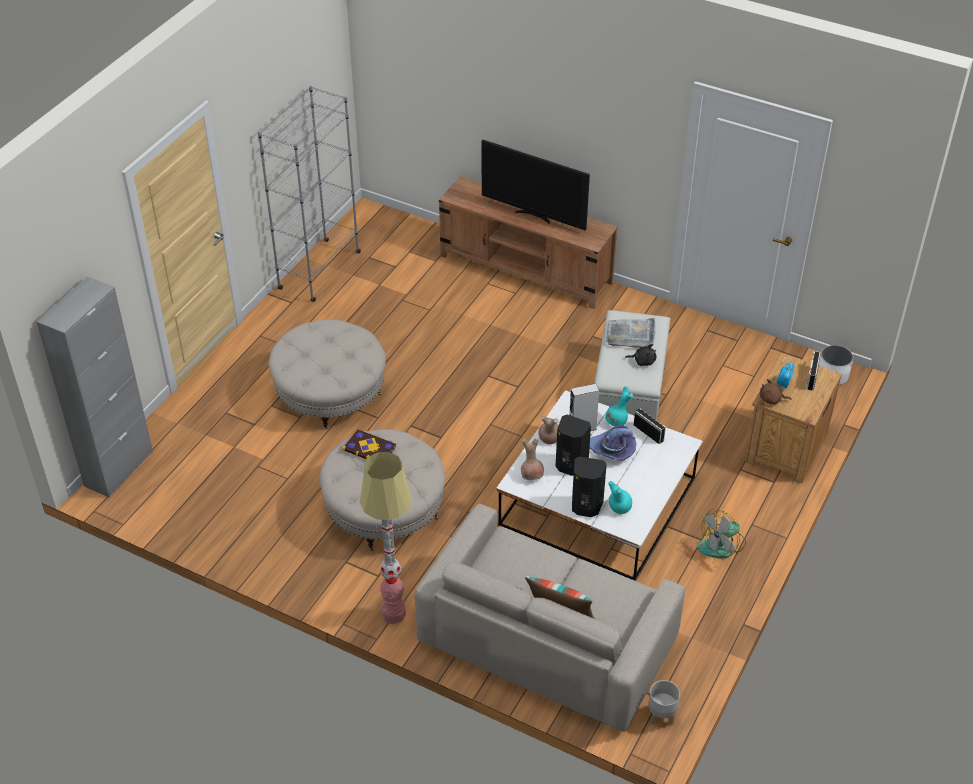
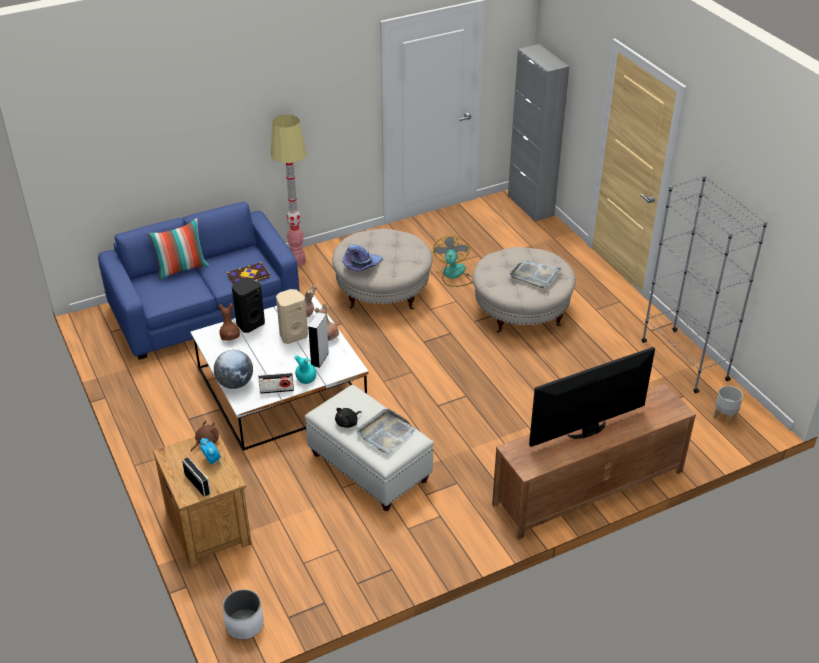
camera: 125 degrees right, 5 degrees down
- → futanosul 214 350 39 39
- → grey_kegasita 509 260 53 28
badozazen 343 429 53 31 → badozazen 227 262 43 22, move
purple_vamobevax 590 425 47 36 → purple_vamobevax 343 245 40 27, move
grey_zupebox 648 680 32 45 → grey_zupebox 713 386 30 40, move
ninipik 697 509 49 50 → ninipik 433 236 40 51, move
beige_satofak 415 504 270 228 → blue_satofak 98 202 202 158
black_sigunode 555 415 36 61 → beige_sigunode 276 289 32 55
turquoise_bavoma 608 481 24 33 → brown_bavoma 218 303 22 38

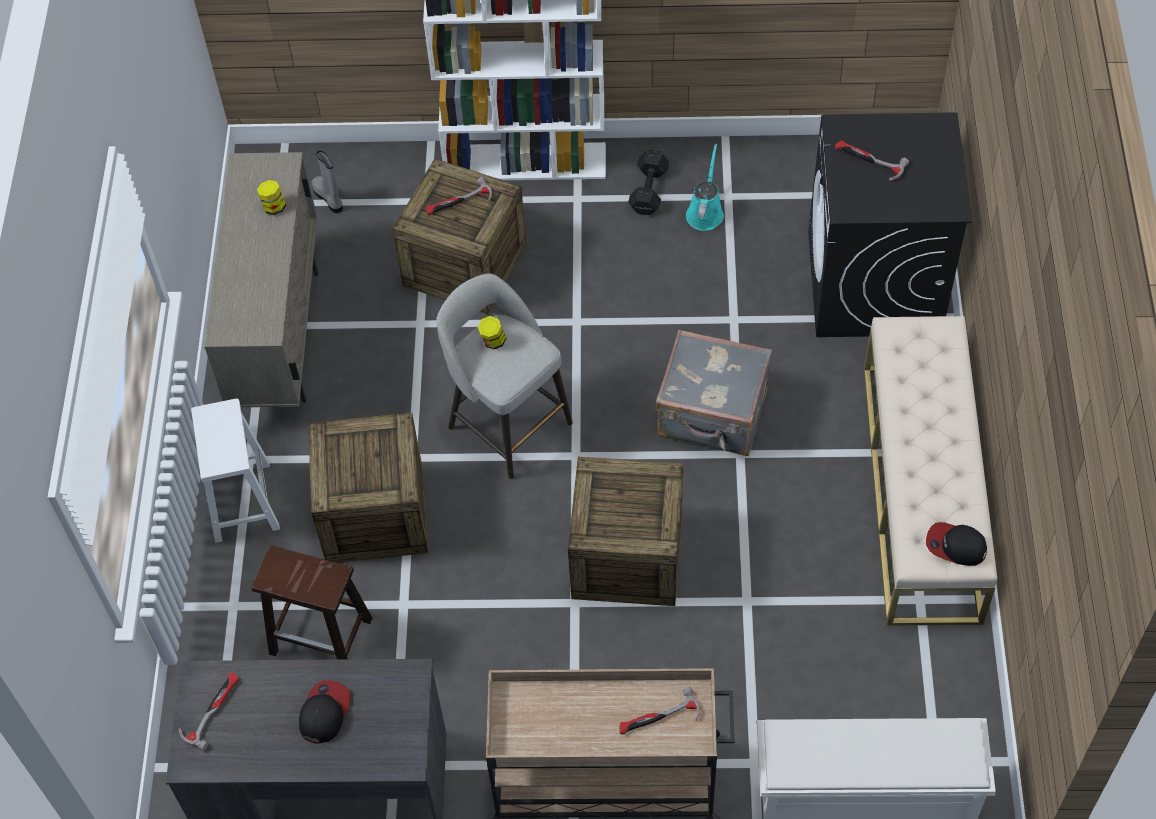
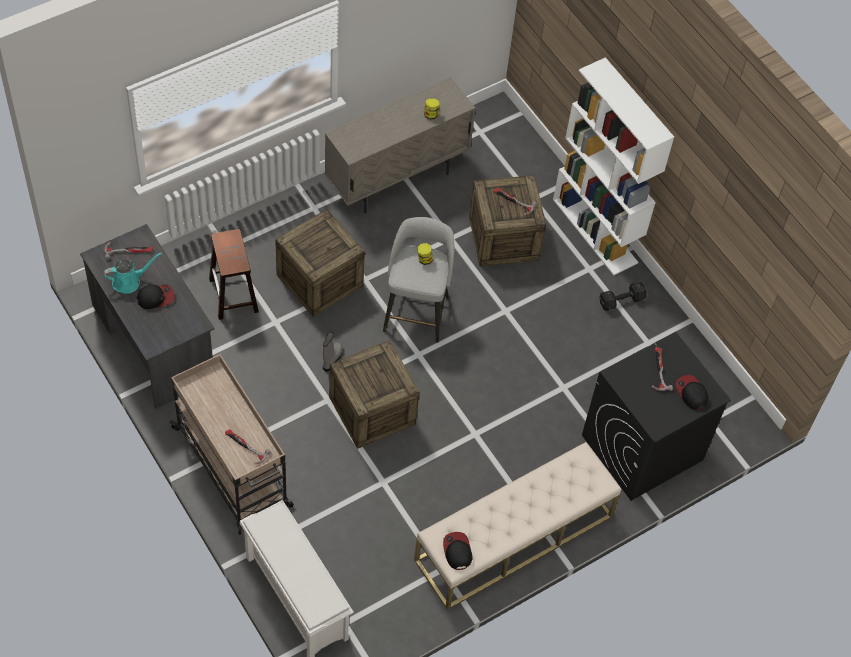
camera: 50 degrees right, 0 degrees up
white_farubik 191 399 89 144 → -
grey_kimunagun 655 330 117 126 → -
- → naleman 676 375 33 35
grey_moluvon 311 151 32 62 → grey_moluvon 323 332 19 40, move
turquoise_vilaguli 686 144 38 87 → turquoise_vilaguli 103 253 59 41, move

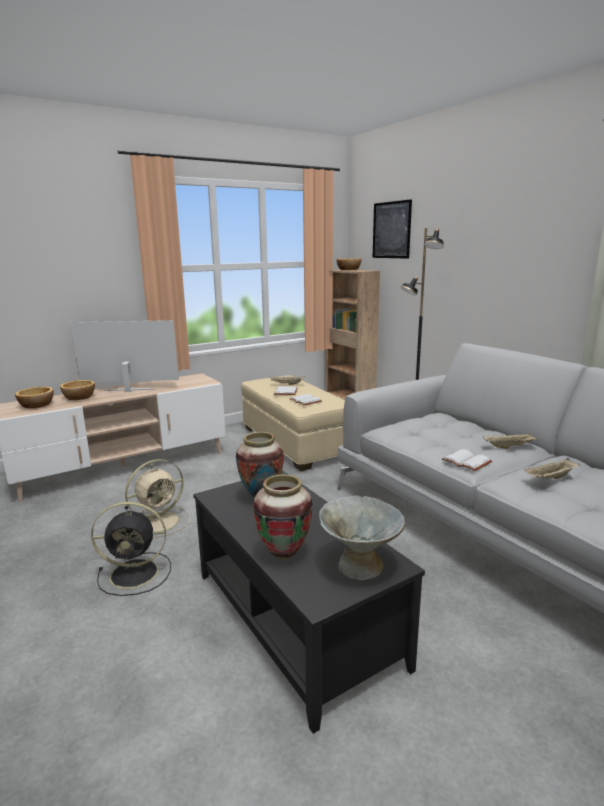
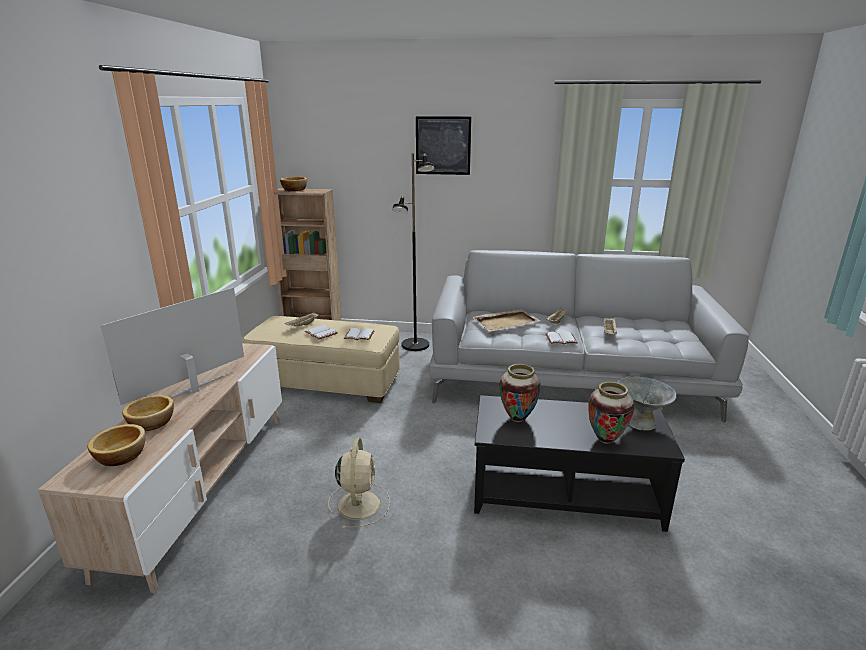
camera: 50 degrees left, 5 degrees up
black_ninipik 91 502 80 94 → -
- → beige_kegasita 472 309 68 23
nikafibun 373 199 39 60 → nikafibun 416 116 55 59, move

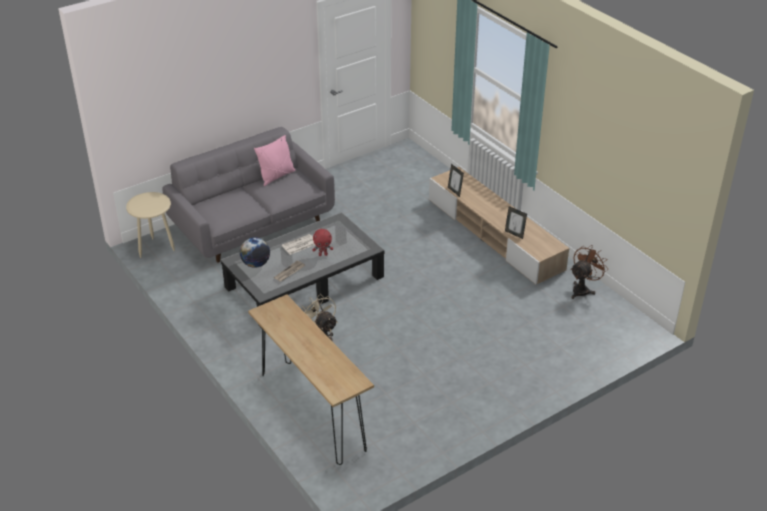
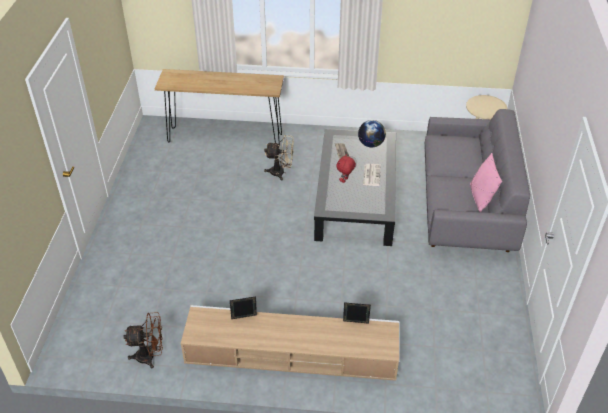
camera: 130 degrees right, 5 degrees up
brown_ninipik 571 245 37 54 → brown_ninipik 123 312 40 56, 90 degrees counterclockwise

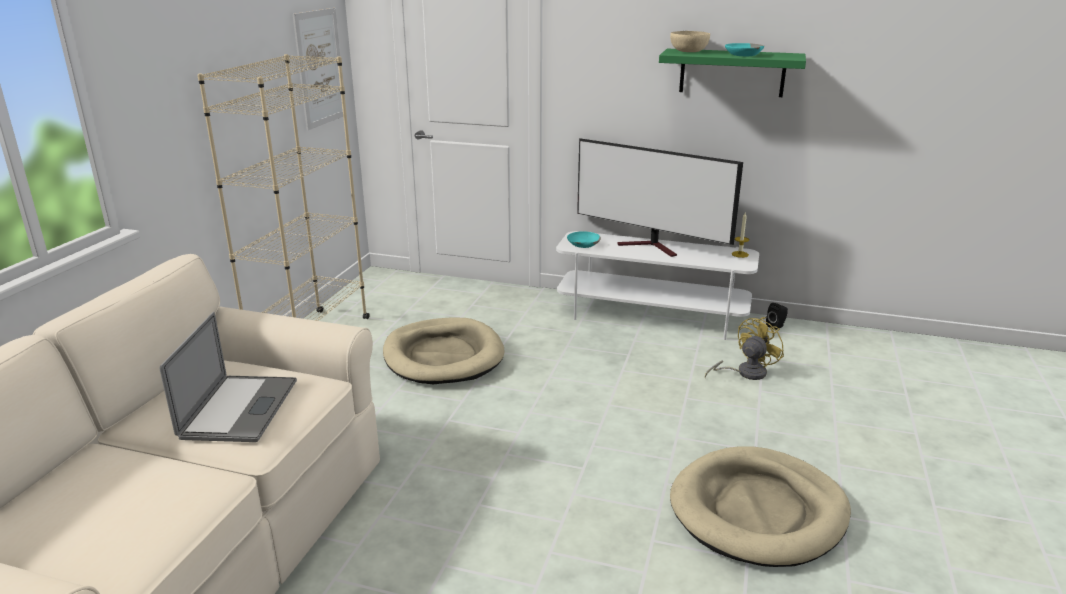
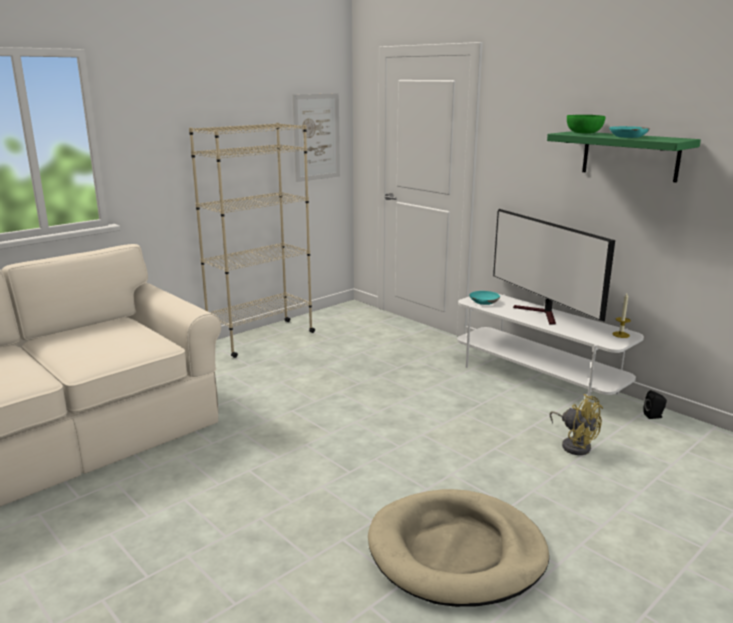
camera: 30 degrees right, 5 degrees down
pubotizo 160 312 137 130 → -
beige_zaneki 383 317 122 67 → -
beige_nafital 670 31 40 21 → green_nafital 567 115 38 19
yellow_ninipik 705 317 79 63 → yellow_ninipik 550 394 53 61, 60 degrees clockwise

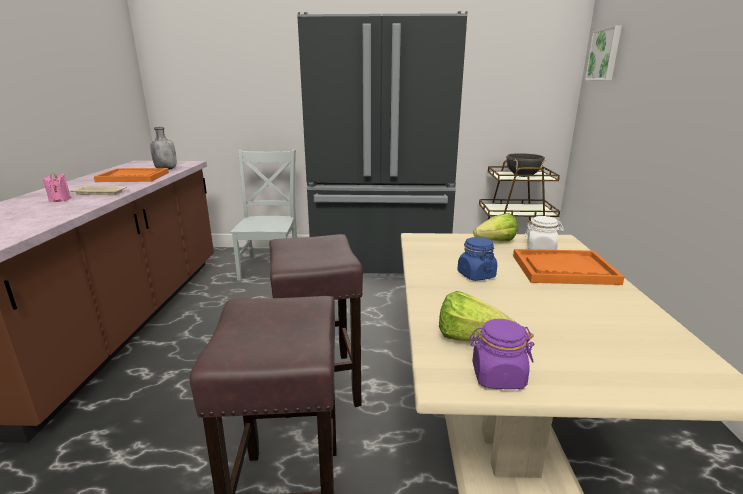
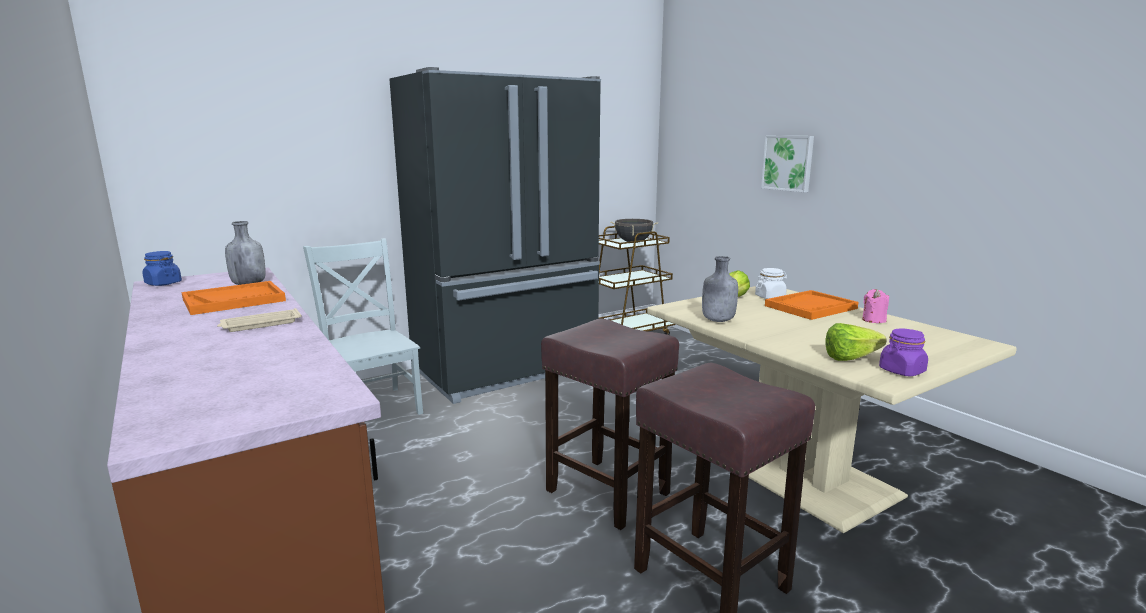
camera: 35 degrees left, 5 degrees down
- → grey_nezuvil 702 256 36 66
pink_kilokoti 43 172 28 30 → pink_kilokoti 862 289 27 34, move
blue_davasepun 457 237 40 44 → blue_davasepun 143 251 39 35, move
nikafibun 585 26 37 54 → nikafibun 761 136 53 56, move

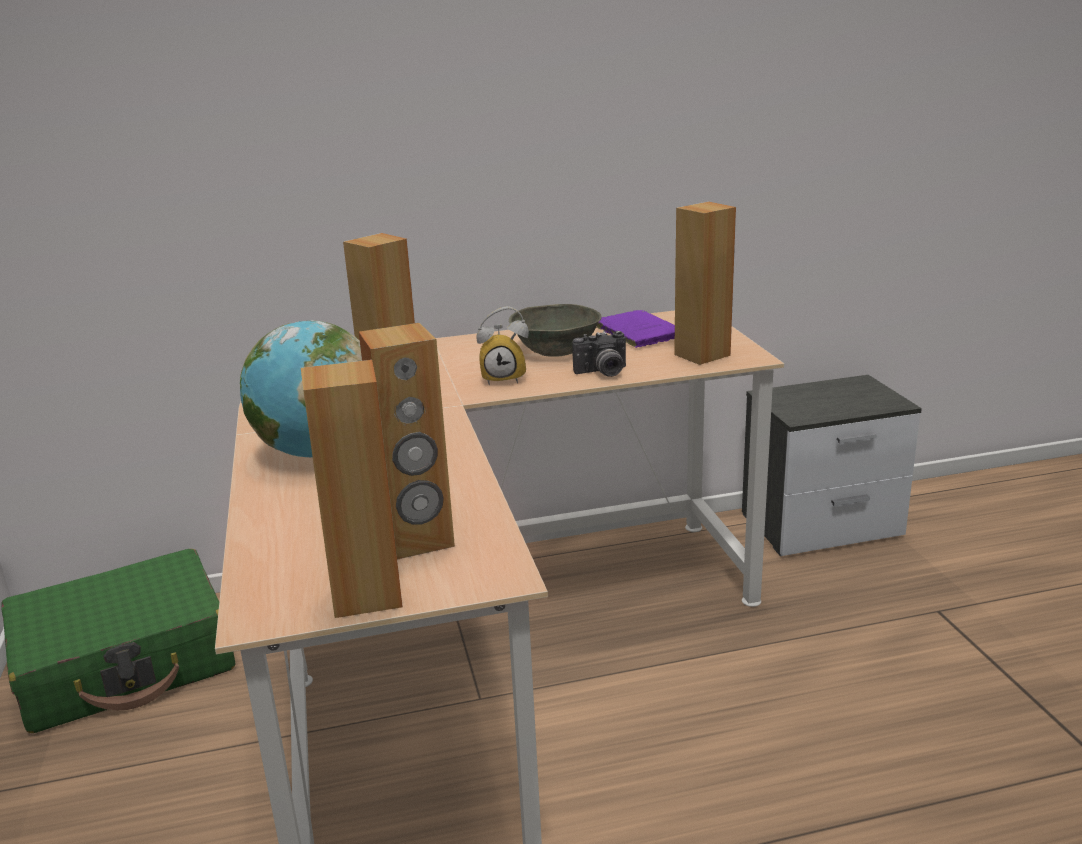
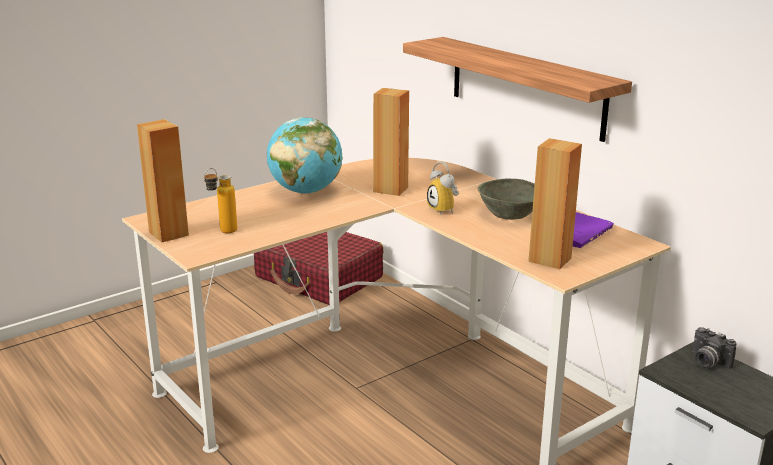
camera: 65 degrees right, 0 degrees up
- → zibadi 403 37 229 105
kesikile 572 331 54 46 → kesikile 693 327 44 42, move
brown_sigunode 359 323 96 237 → nezuvil 204 168 33 65
green_kimunagun 1 549 235 184 → red_kimunagun 253 232 130 73

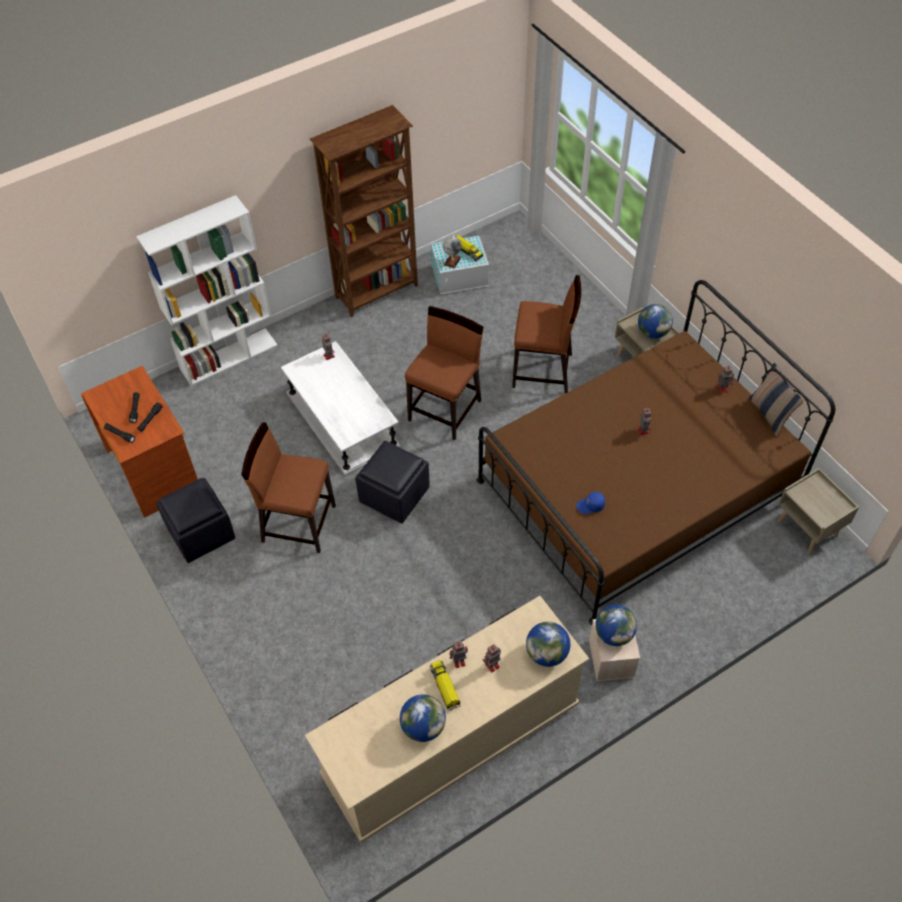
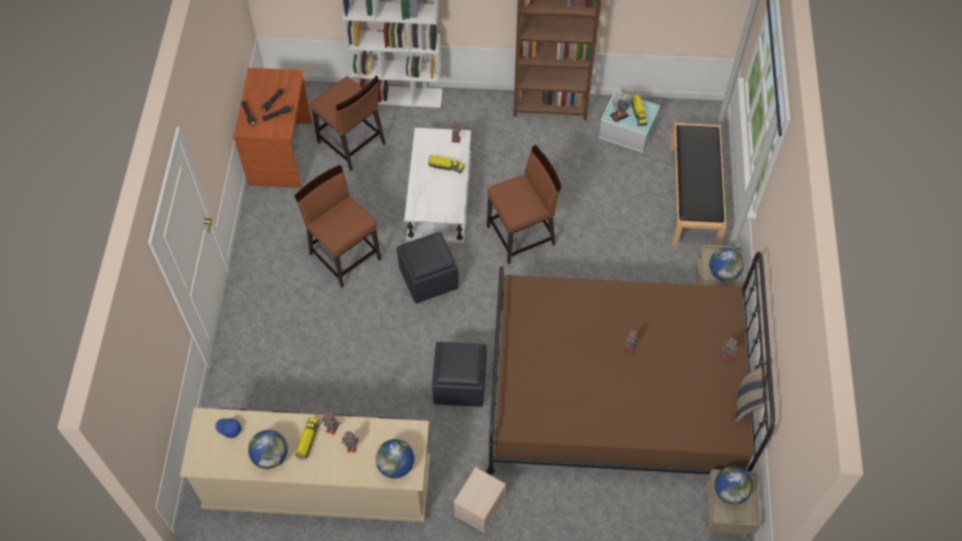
camera: 35 degrees right, 5 degrees up
- → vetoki 428 155 36 18
- → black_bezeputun 669 123 57 124
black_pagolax 156 478 79 85 → black_pagolax 432 342 54 65, move
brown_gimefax 512 275 69 118 → brown_gimefax 310 76 76 95, move
blue_naleman 576 492 29 22 → blue_naleman 215 418 26 20, move
futanosul 596 605 41 41 → futanosul 714 466 39 39, move

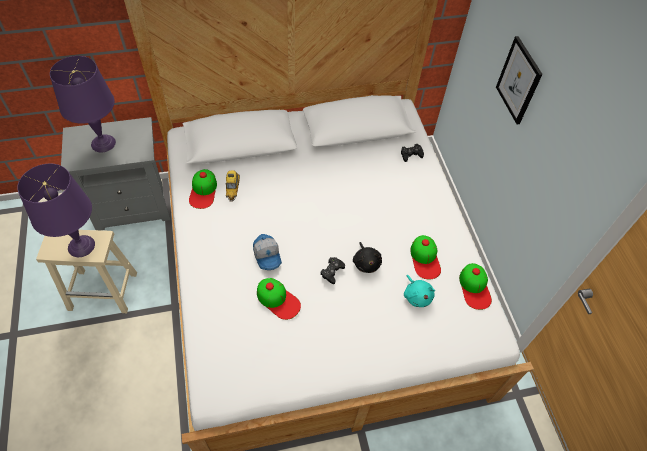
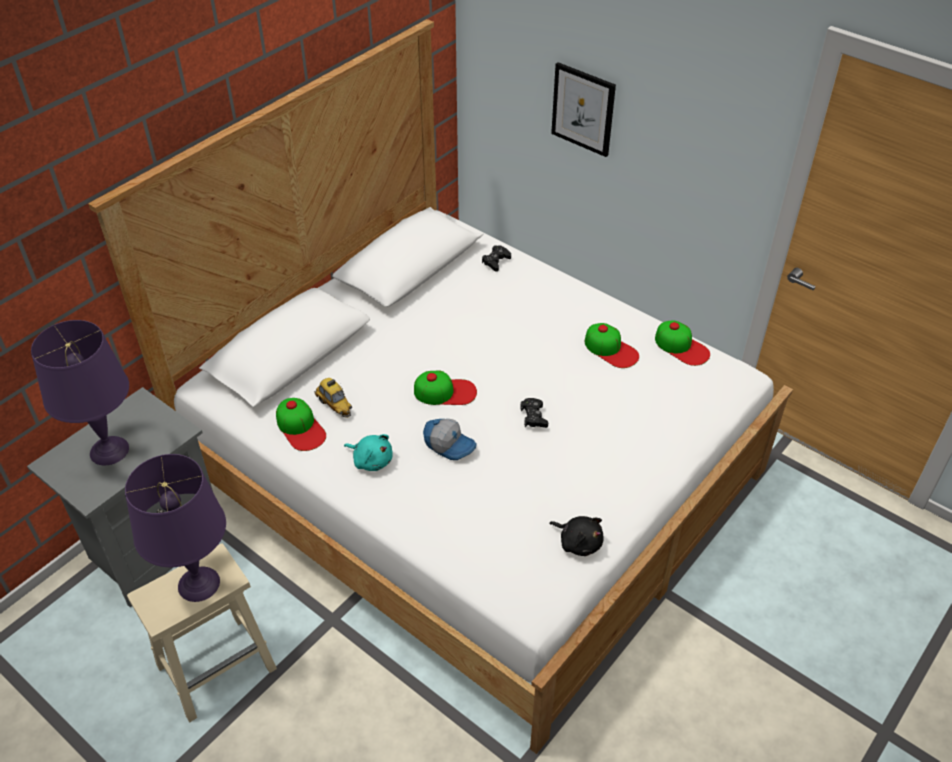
camera: 35 degrees left, 10 degrees down
naleman 257 278 44 42 → naleman 414 371 63 34, move
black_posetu 353 242 29 31 → black_posetu 549 516 54 40, move
turquoise_posetu 404 275 31 32 → turquoise_posetu 344 434 49 37, move

